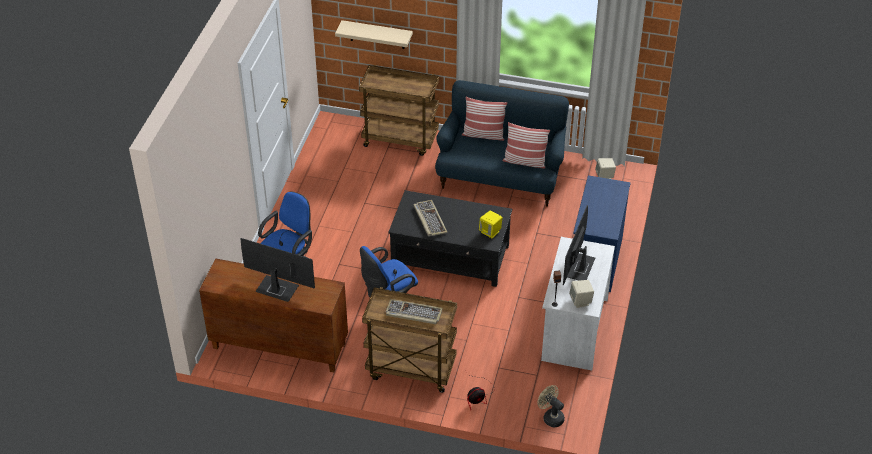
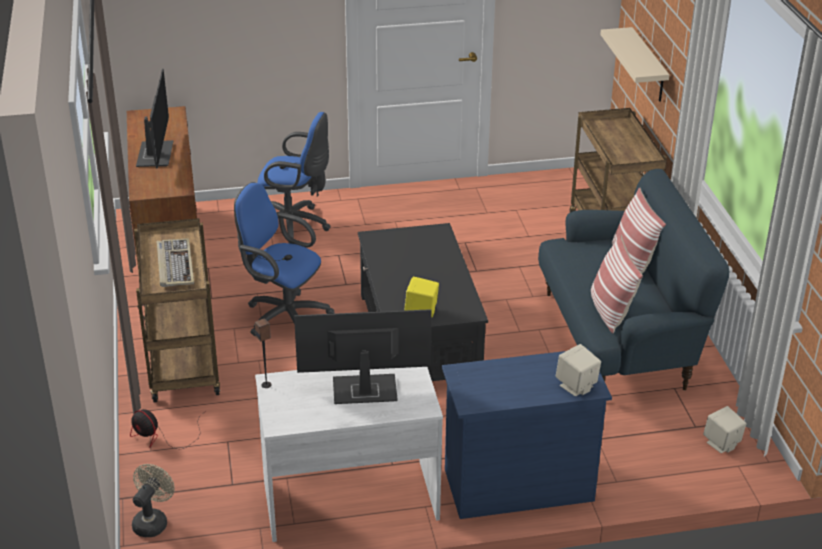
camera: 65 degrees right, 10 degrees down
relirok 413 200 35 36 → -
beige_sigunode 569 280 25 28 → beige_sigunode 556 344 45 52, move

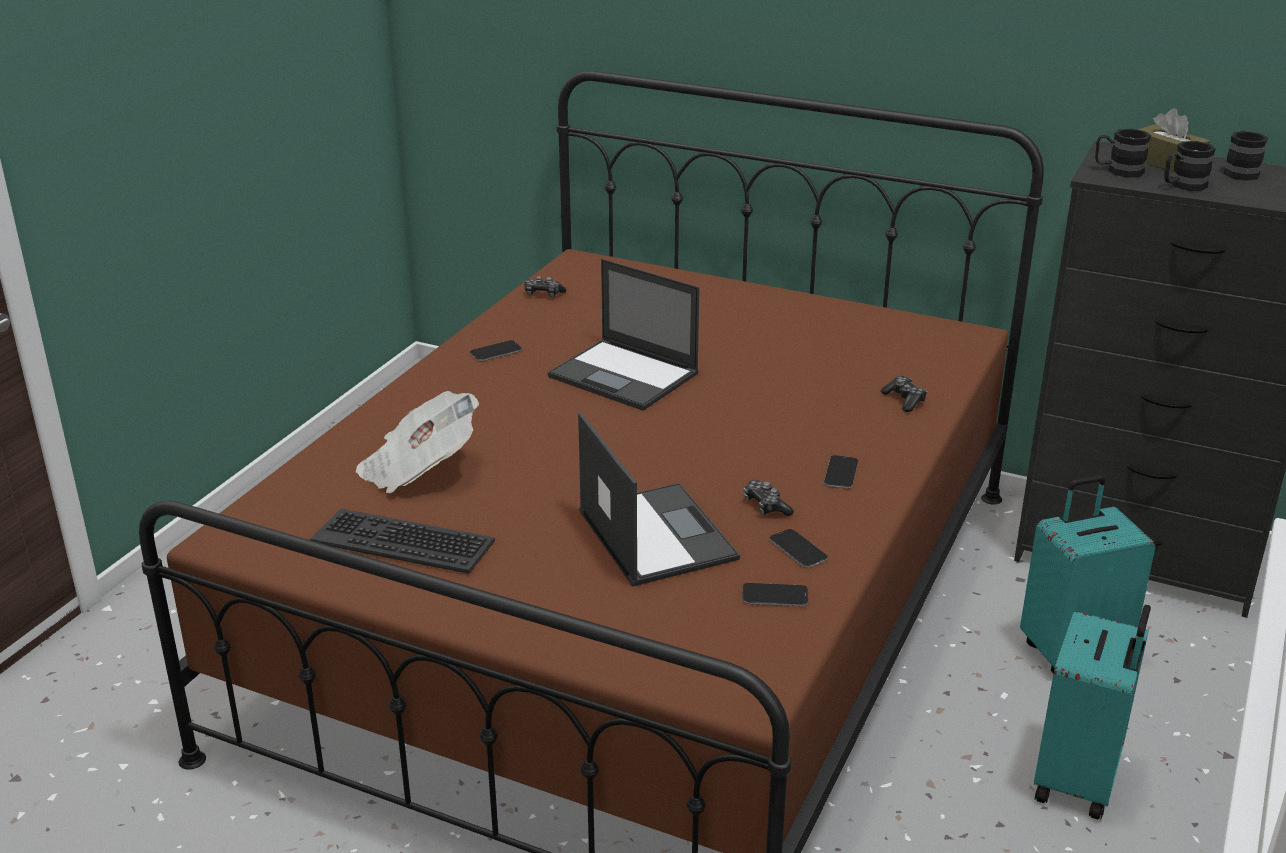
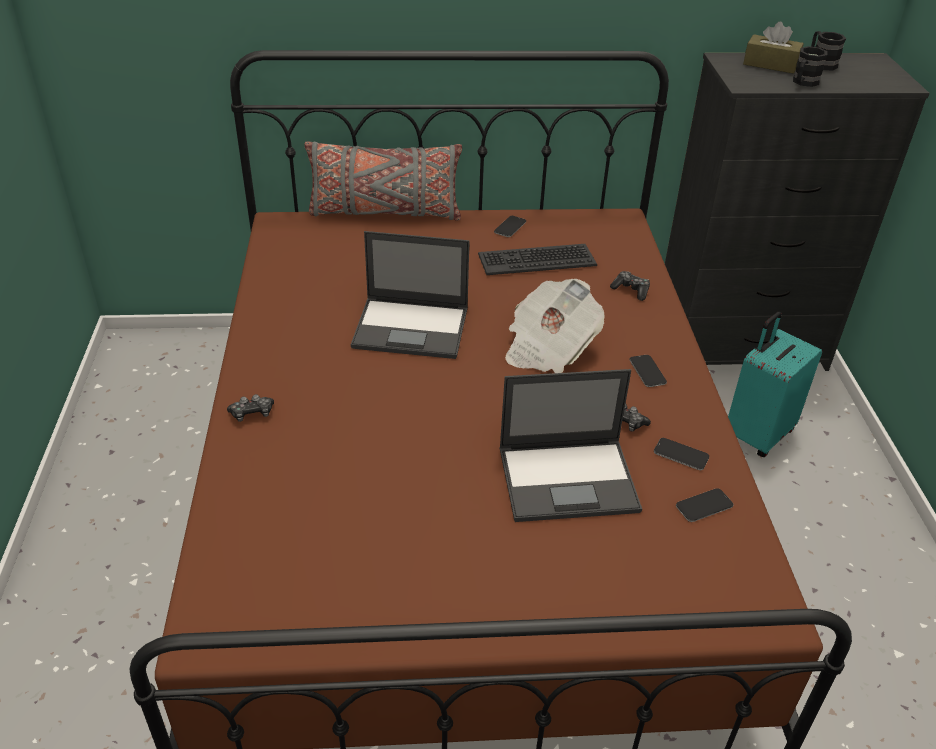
camera: 30 degrees left, 10 degrees up
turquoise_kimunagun 1034 605 117 214 → -
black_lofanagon 1095 129 56 49 → -
- → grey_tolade 304 141 158 80
relirok 310 508 185 66 → relirok 478 244 119 31, move
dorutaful 356 391 123 103 → dorutaful 505 279 100 94, move
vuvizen 470 340 52 21 → vuvizen 494 216 32 21, move
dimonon 524 276 42 21 → dimonon 227 394 47 28, move
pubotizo 578 412 162 175 → pubotizo 500 369 142 153, 135 degrees clockwise

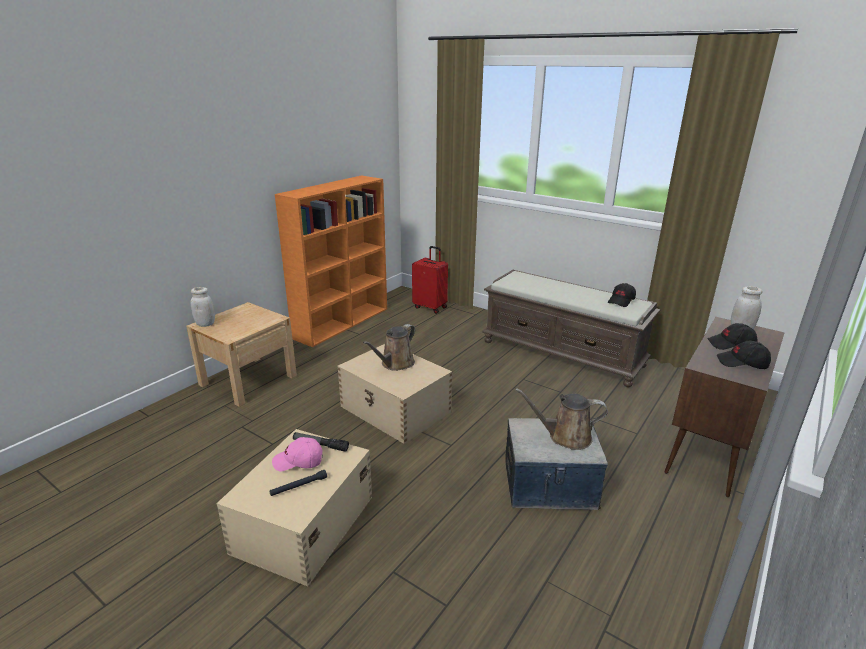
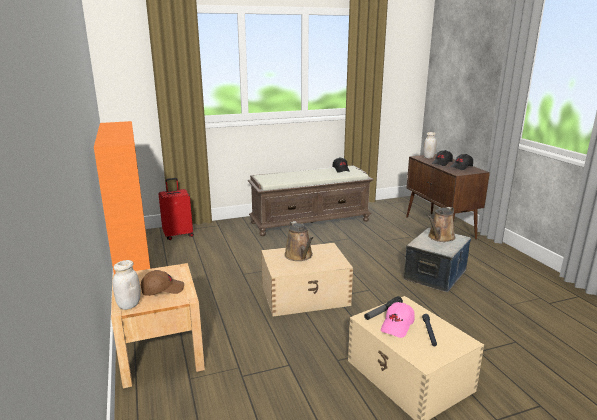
camera: 55 degrees left, 5 degrees down
- → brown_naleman 141 270 43 26

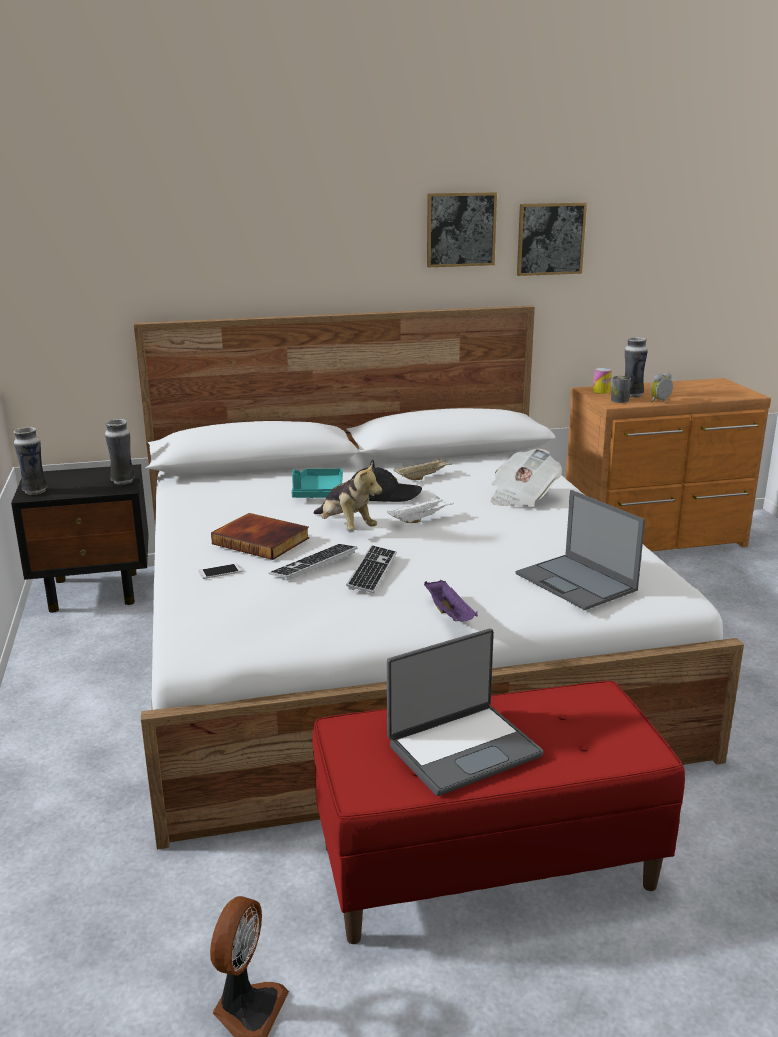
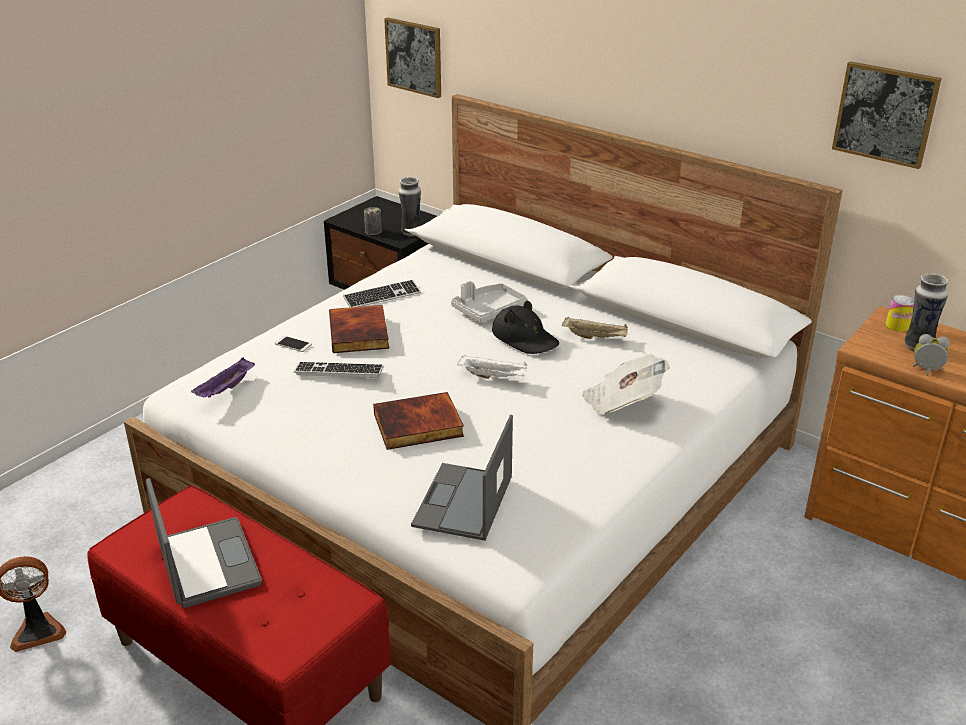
camera: 50 degrees right, 10 degrees up
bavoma 14 427 33 68 → -
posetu 314 461 68 70 → -
- → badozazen 373 392 91 58
relirok 346 545 51 48 → relirok 343 279 78 28, move
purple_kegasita 424 580 54 42 → purple_kegasita 191 358 64 40, move
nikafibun 427 192 70 75 → nikafibun 384 17 57 81, move
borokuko 611 376 20 27 → borokuko 364 207 18 28, move
turquoise_kegasita 291 469 52 29 → grey_kegasita 451 281 76 42
pubotizo 387 628 157 168 → pubotizo 146 478 116 130, 135 degrees counterclockwise

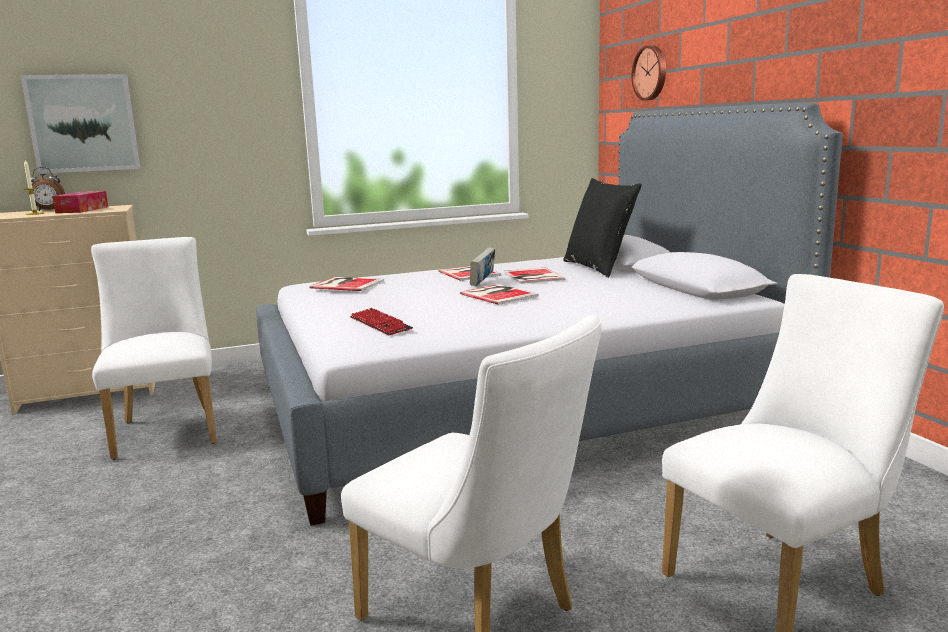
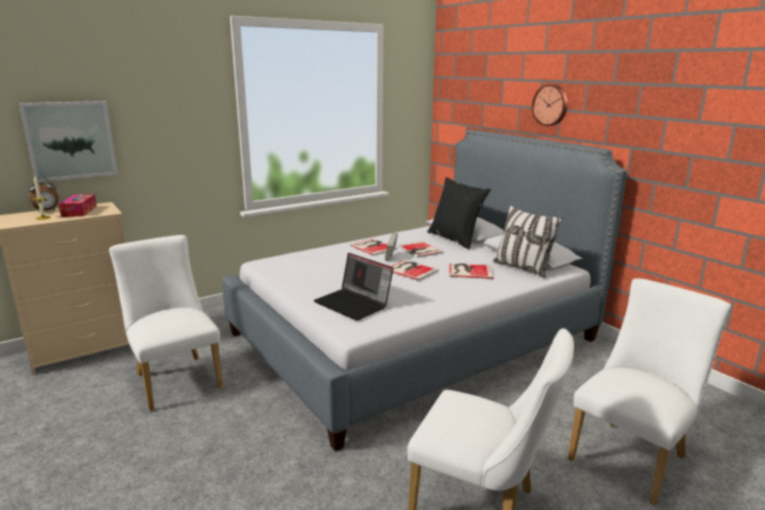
camera: 15 degrees left, 5 degrees up
- → tolade 493 205 70 73
badozazen 309 277 75 14 → badozazen 450 263 44 16, move
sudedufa 632 45 34 55 → sudedufa 532 84 36 42, move
relirok 350 308 63 27 → pubotizo 314 253 79 67

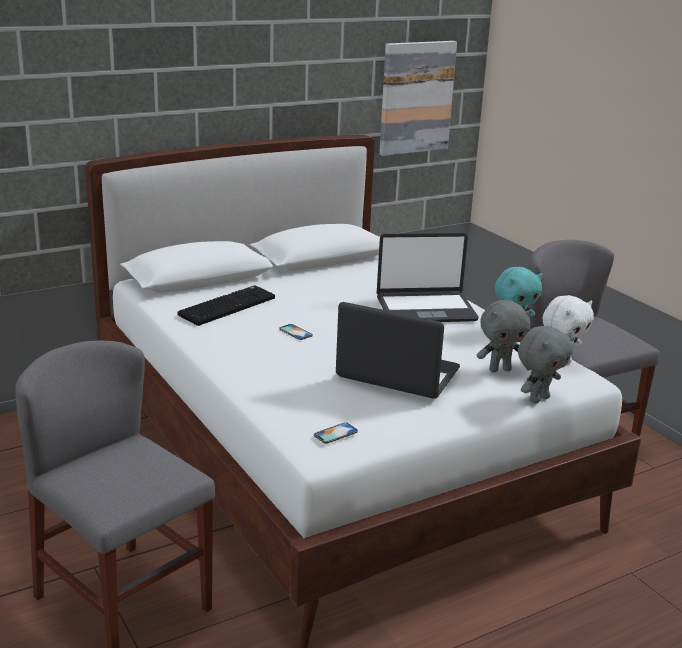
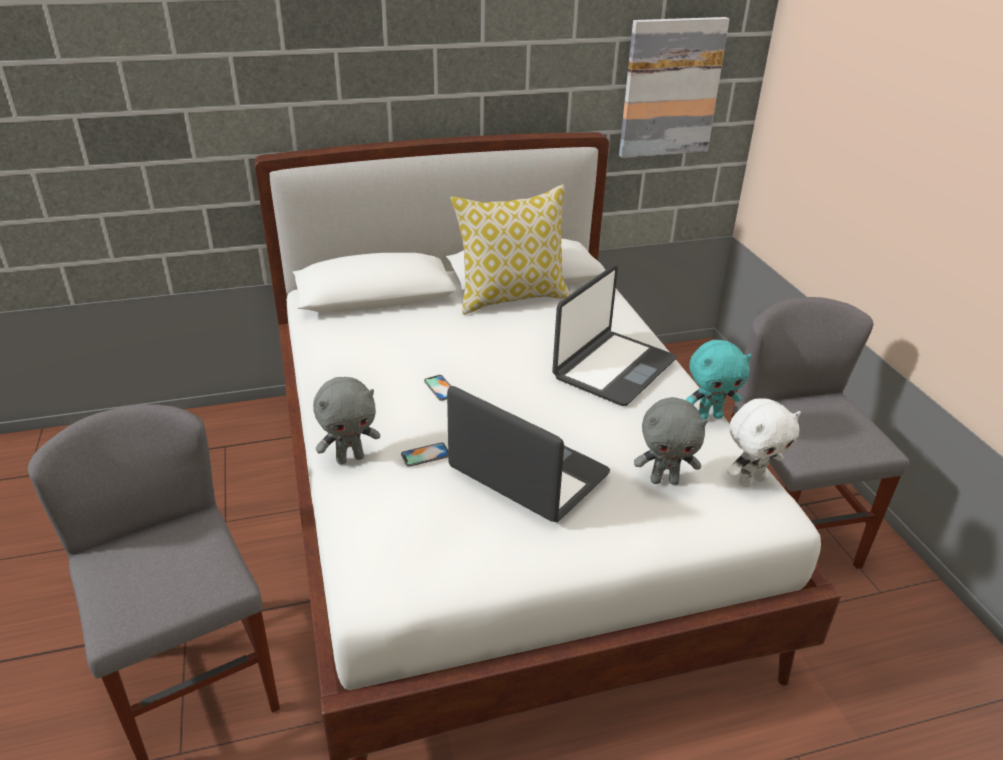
camera: 15 degrees right, 10 degrees up
relirok 178 285 97 41 → -
- → tolade 451 185 119 130
vuvizen 314 422 44 22 → vuvizen 401 442 47 25, move
grey_posetu 518 326 55 78 → grey_posetu 313 377 67 88, move
pubotizo 377 233 102 89 → pubotizo 552 265 124 141, 60 degrees counterclockwise

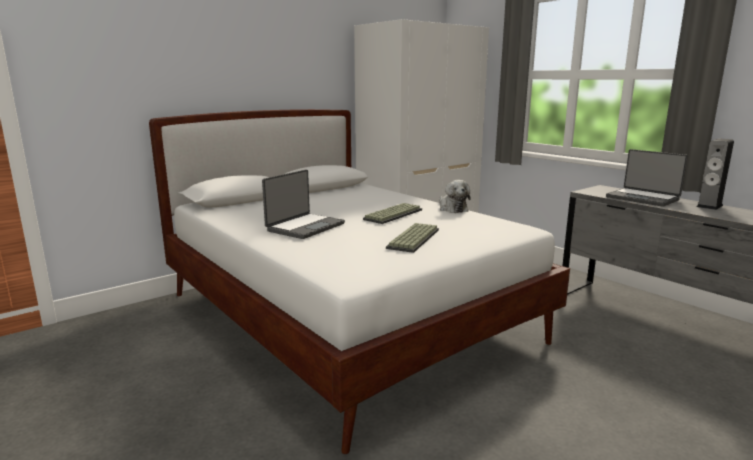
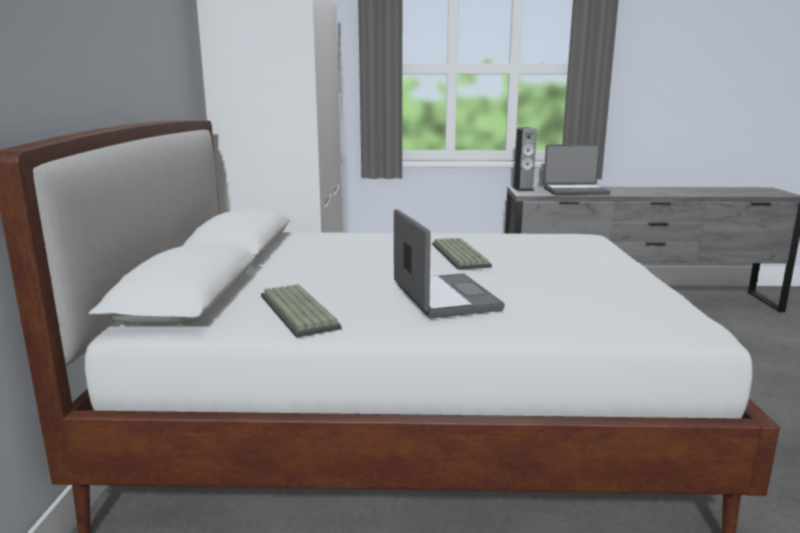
camera: 50 degrees left, 0 degrees up
posetu 439 180 32 33 → -
relirok 386 223 53 30 → relirok 261 284 81 53, move
sigunode 696 138 38 72 → sigunode 512 127 25 64, move

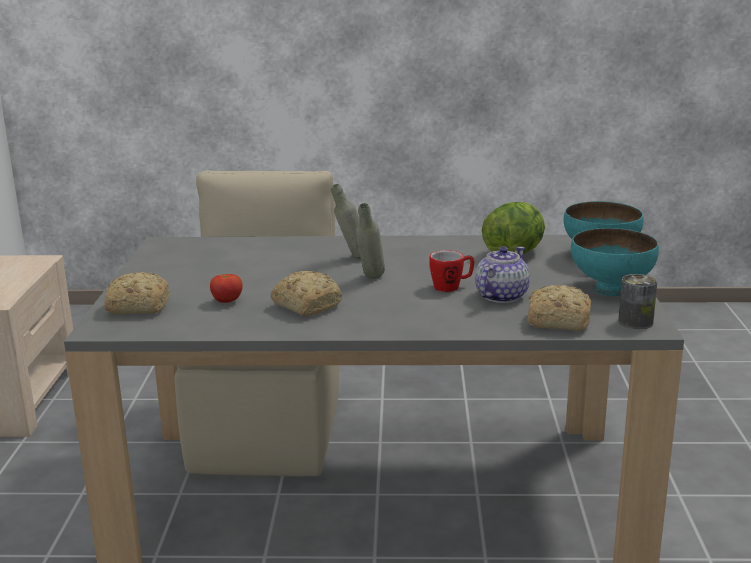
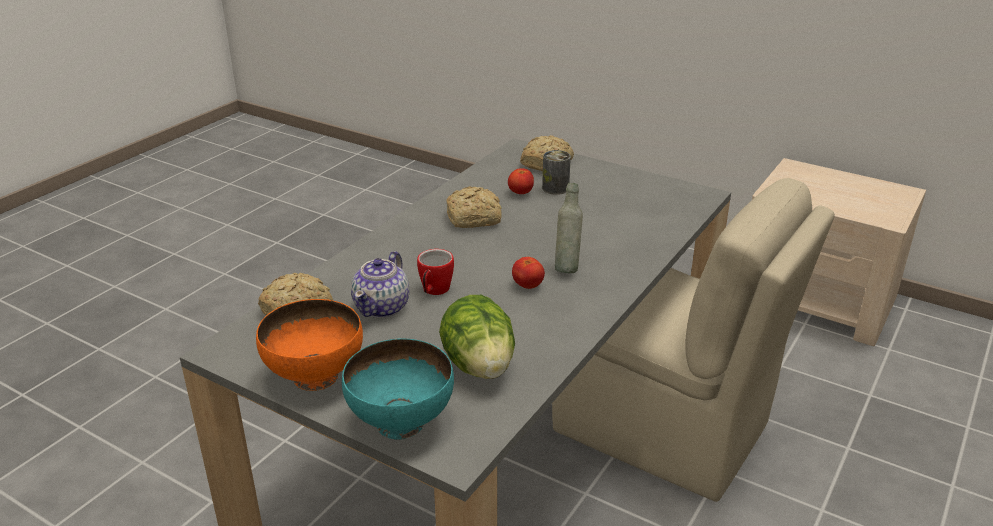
camera: 120 degrees right, 10 degrees up
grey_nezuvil 356 203 29 75 → -
- → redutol 512 257 33 32
borokuko 618 274 39 55 → borokuko 542 150 29 45, move
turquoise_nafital 571 228 88 68 → orange_nafital 256 299 107 92
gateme 475 246 55 57 → gateme 351 251 58 67, 45 degrees clockwise

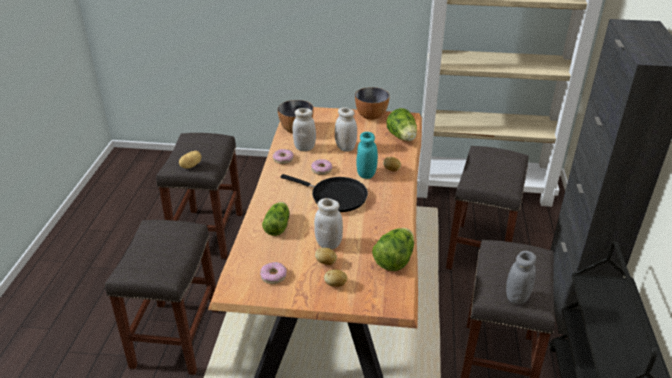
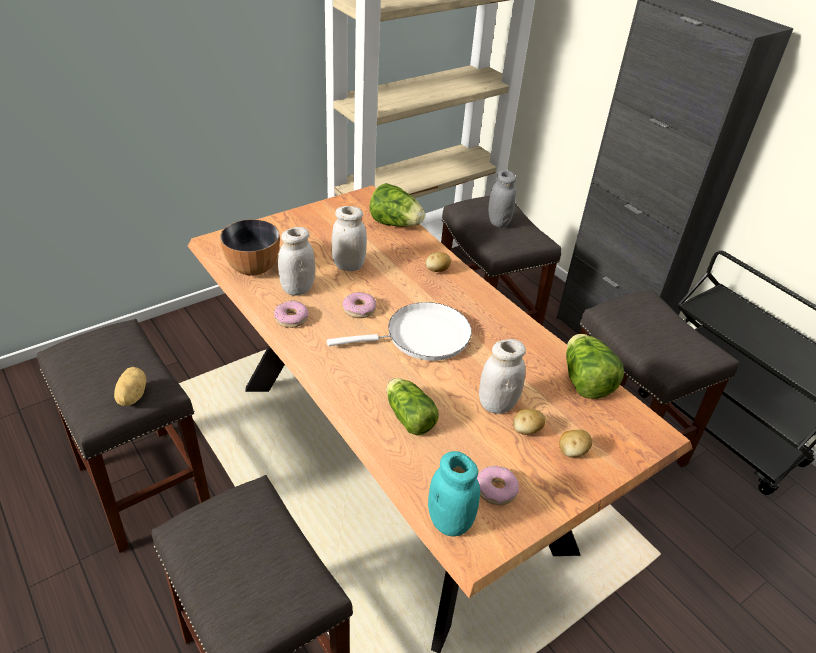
camera: 45 degrees left, 5 degrees up
nafital 355 87 35 33 → -
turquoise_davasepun 357 132 21 47 → turquoise_davasepun 428 451 52 86, move
grey_davasepun 506 251 30 53 → grey_davasepun 489 170 27 58, move
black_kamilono 280 174 88 38 → white_kamilono 327 302 145 59

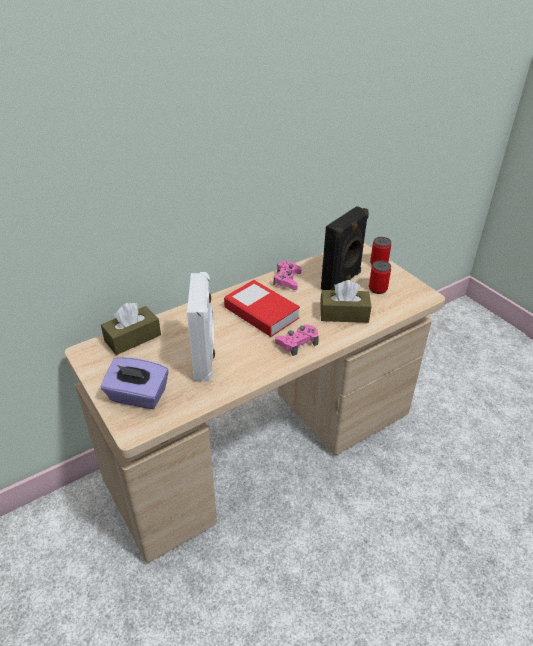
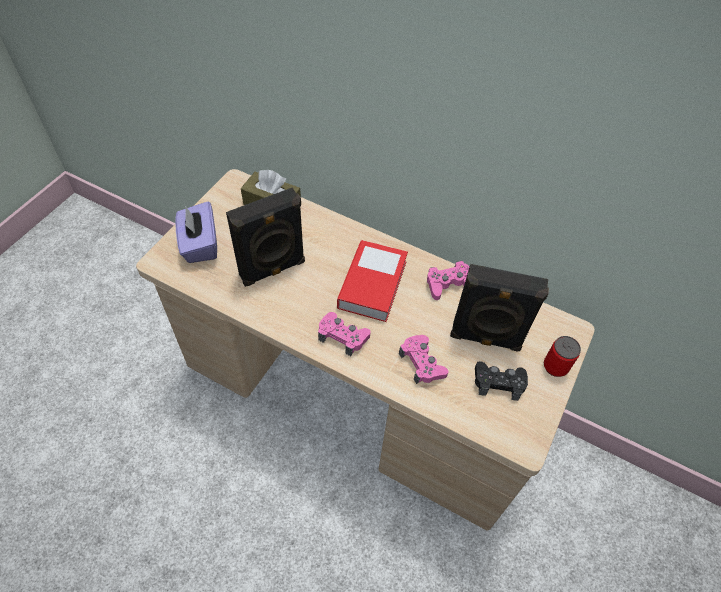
camera: 60 degrees right, 15 degrees up
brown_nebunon 320 280 51 43 → pink_dimonon 399 335 49 49
borokuko 369 261 22 33 → black_dimonon 475 361 53 40
white_sigunode 187 272 28 110 → black_sigunode 226 188 79 99

